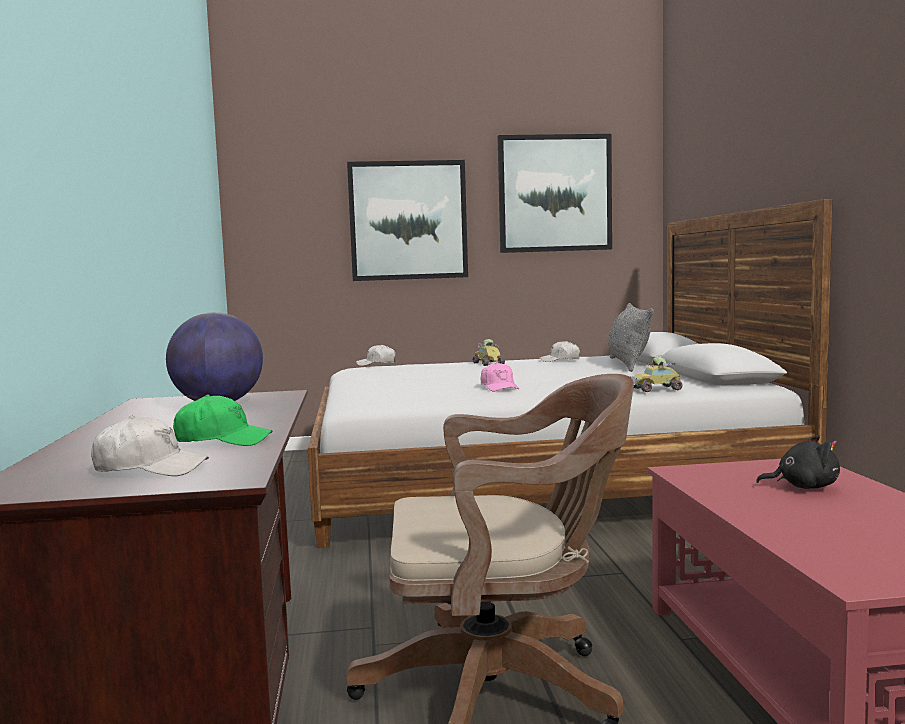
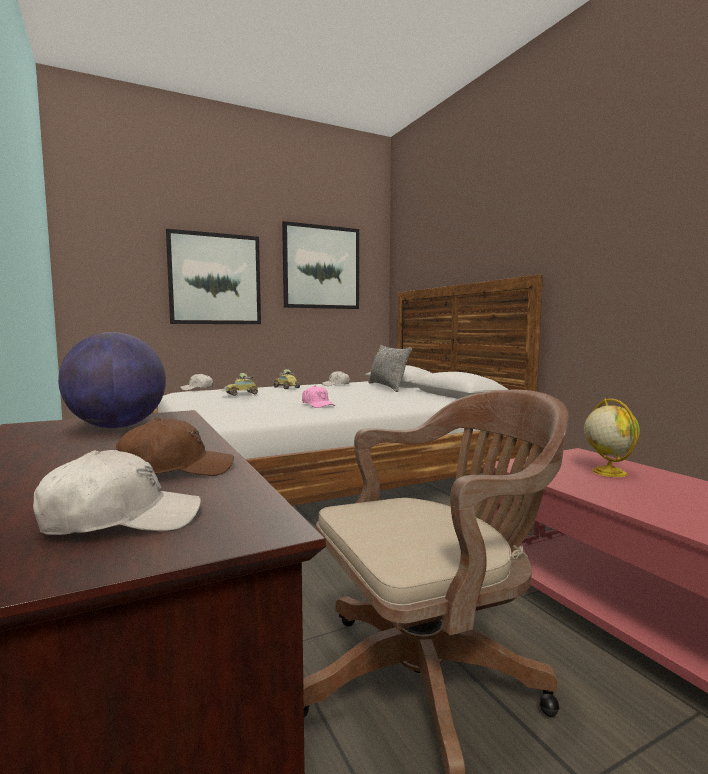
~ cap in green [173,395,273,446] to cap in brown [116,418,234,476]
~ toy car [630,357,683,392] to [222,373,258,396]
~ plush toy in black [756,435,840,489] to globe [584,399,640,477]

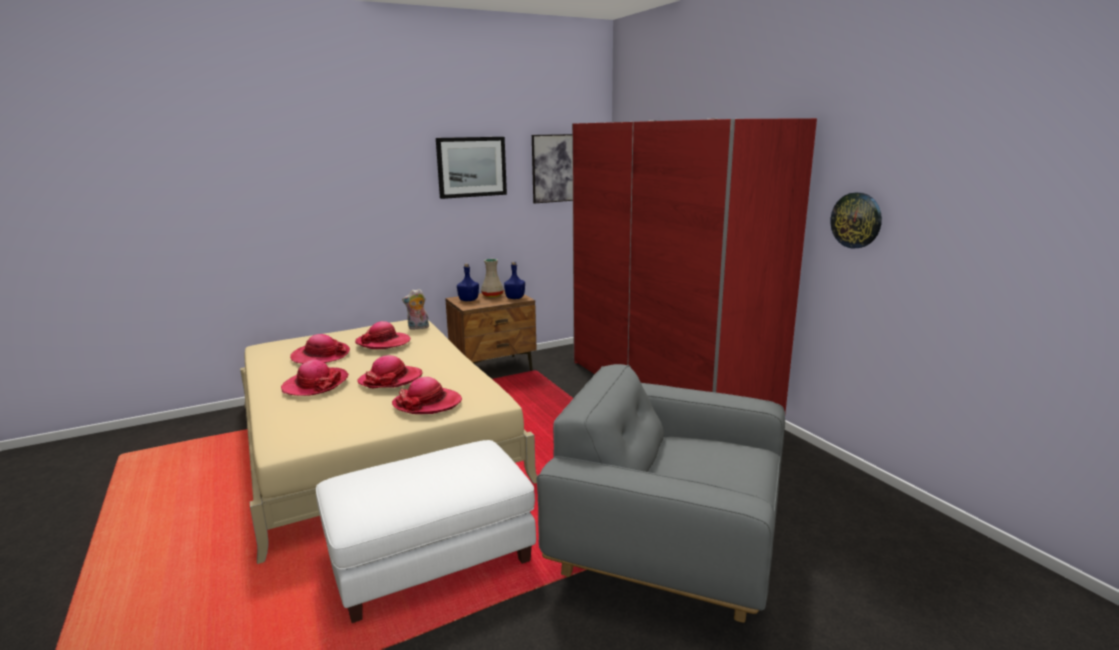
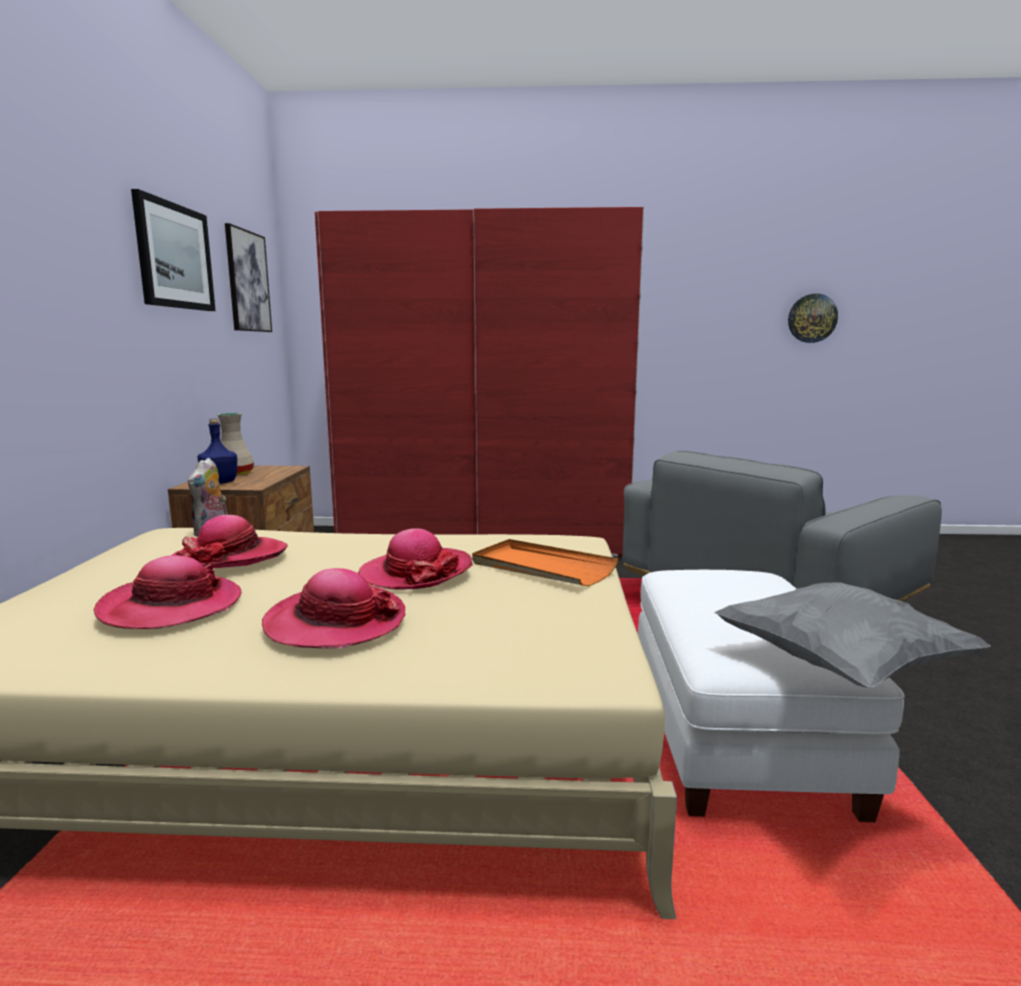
~ hat [392,377,462,414] to tray in orange [472,539,618,587]
+ pillow in grey [714,582,991,688]
~ wall clock [830,192,882,249] to [788,294,838,343]
- bottle in blue [504,262,525,299]

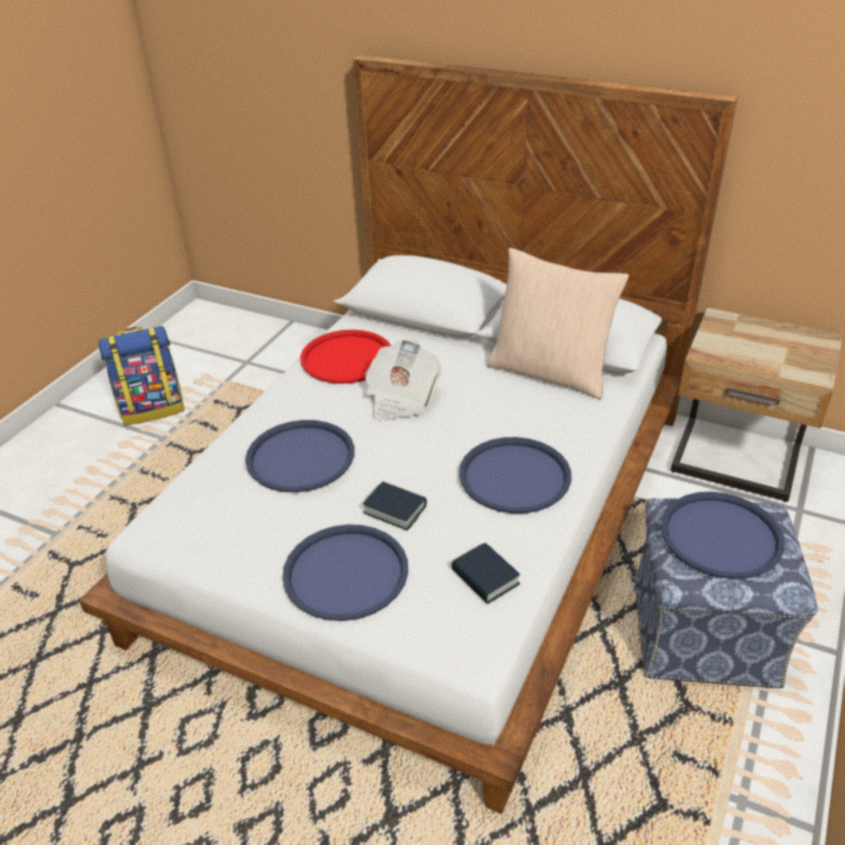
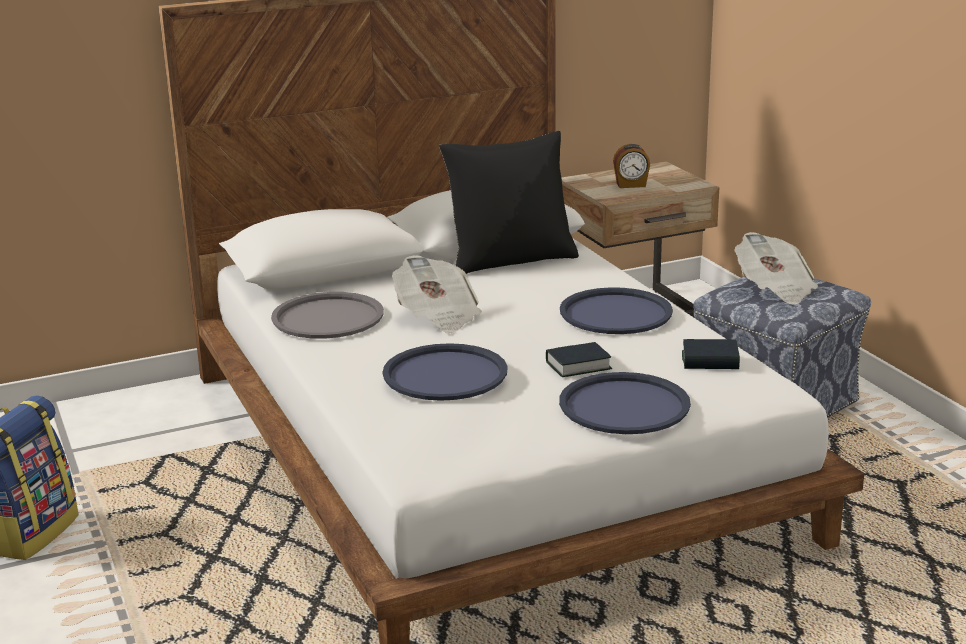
~ tray in red [300,330,391,384] to tray in grey [271,292,384,339]
~ pillow in beige [487,248,629,399] to pillow in black [439,131,579,274]
+ alarm clock [613,144,650,188]
~ tray in blue [661,492,785,579] to newspaper [734,232,818,305]

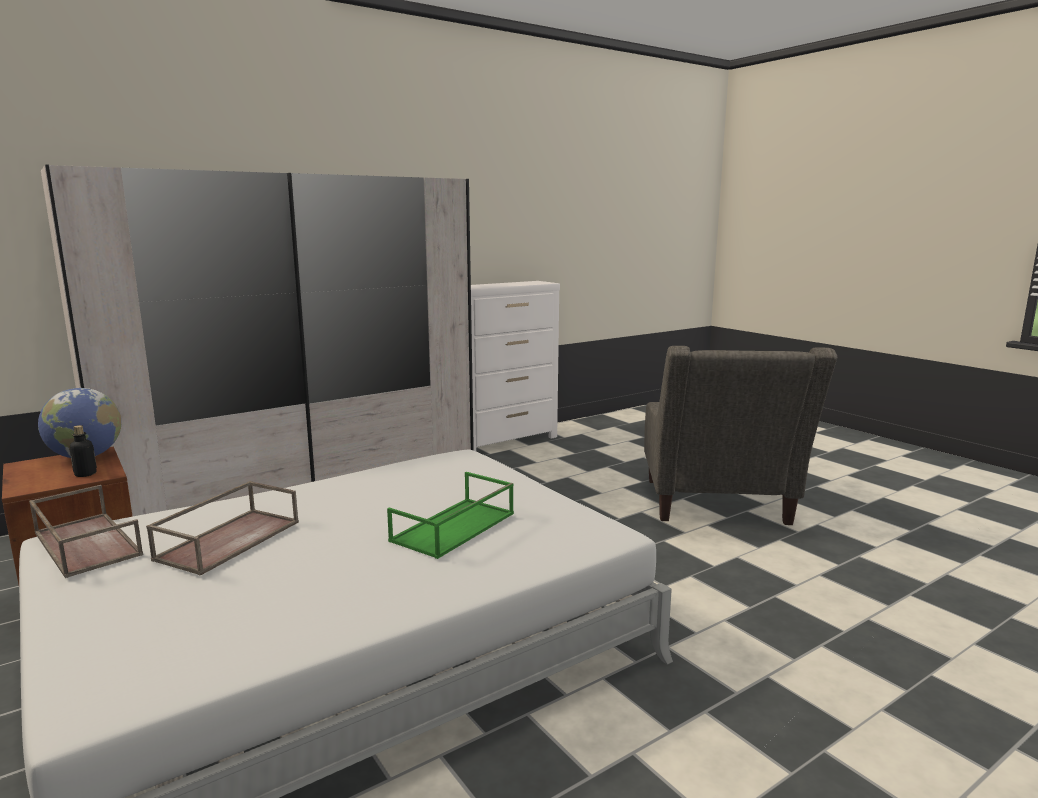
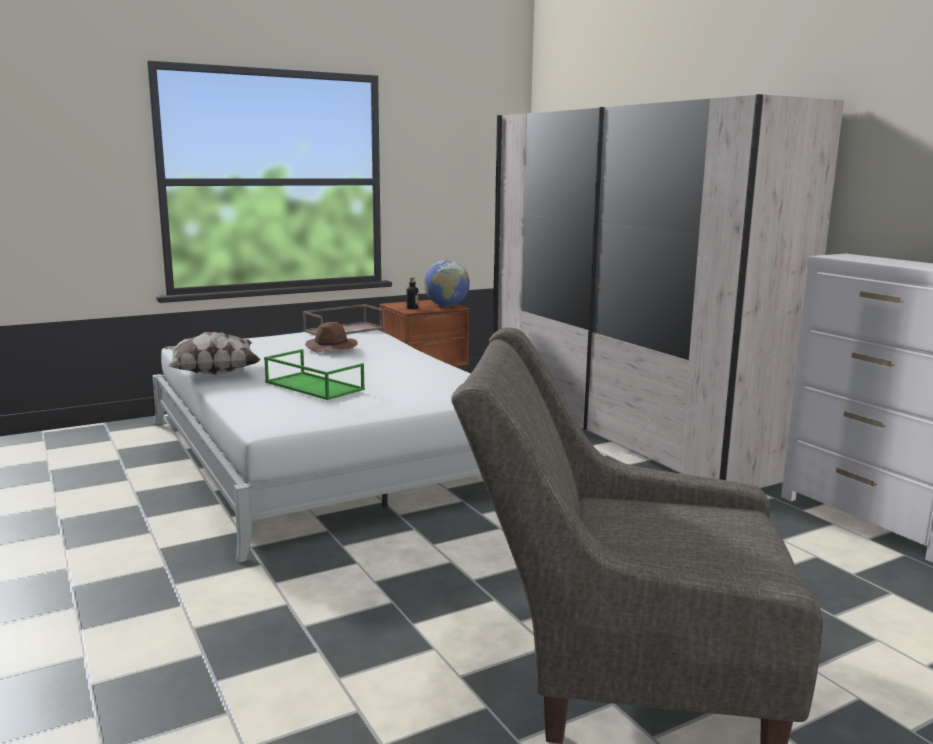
+ pillow [164,332,261,375]
~ tray in brown [146,481,299,576] to hat in brown [305,322,358,352]

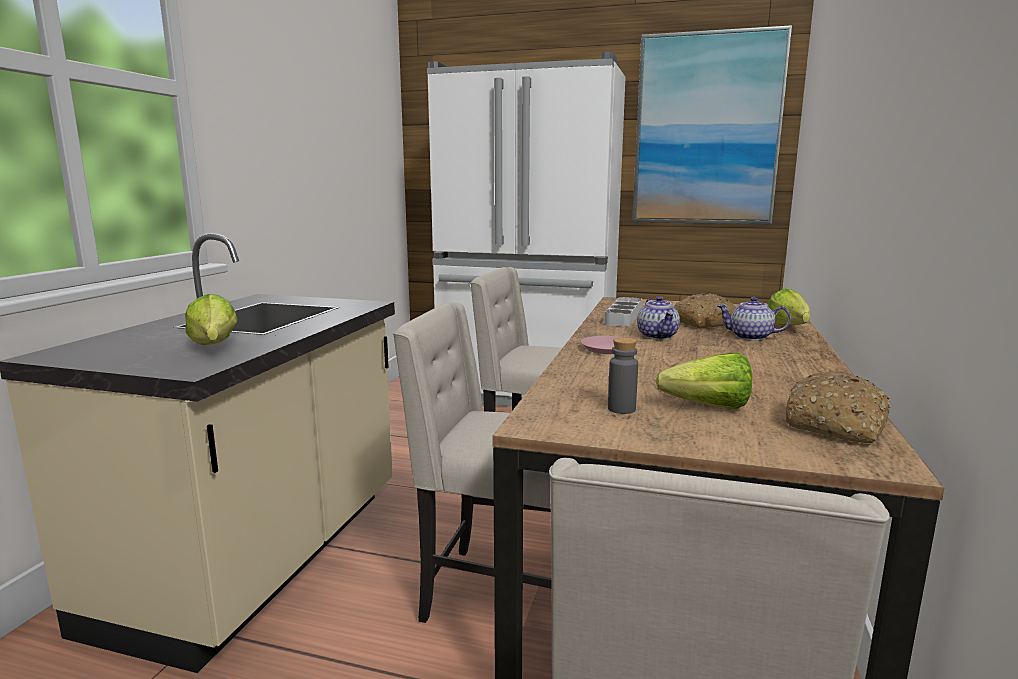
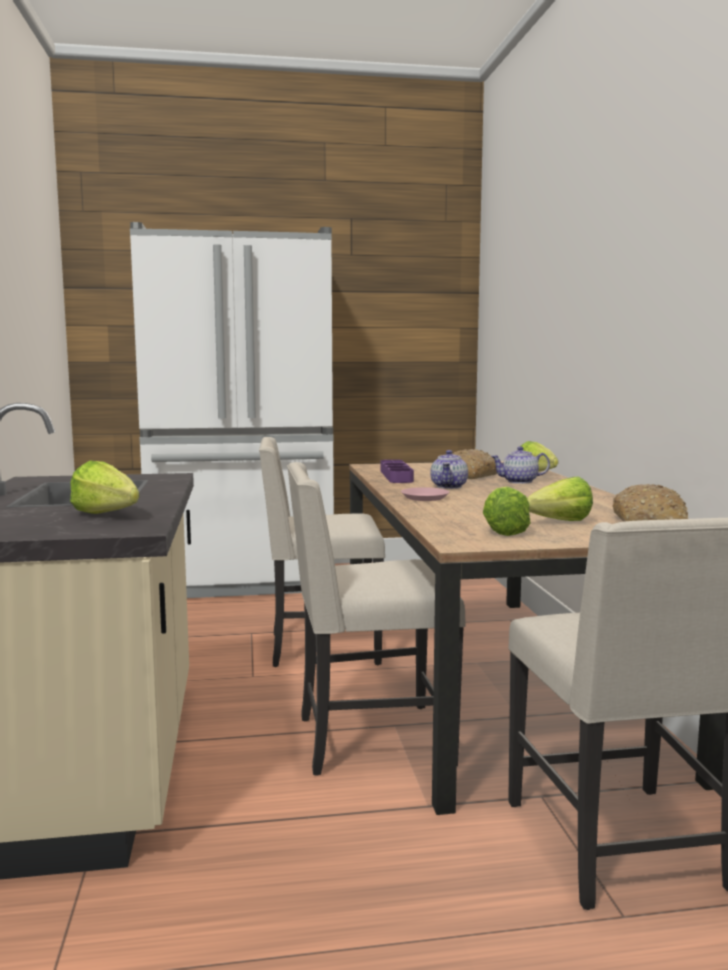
~ tray in grey [605,297,642,327] to tray in purple [381,460,414,483]
~ teapot [637,296,680,339] = [430,450,468,489] 45 degrees clockwise
~ bottle in grey [608,337,638,414] to lettuce [483,486,530,536]
- picture [632,25,792,224]

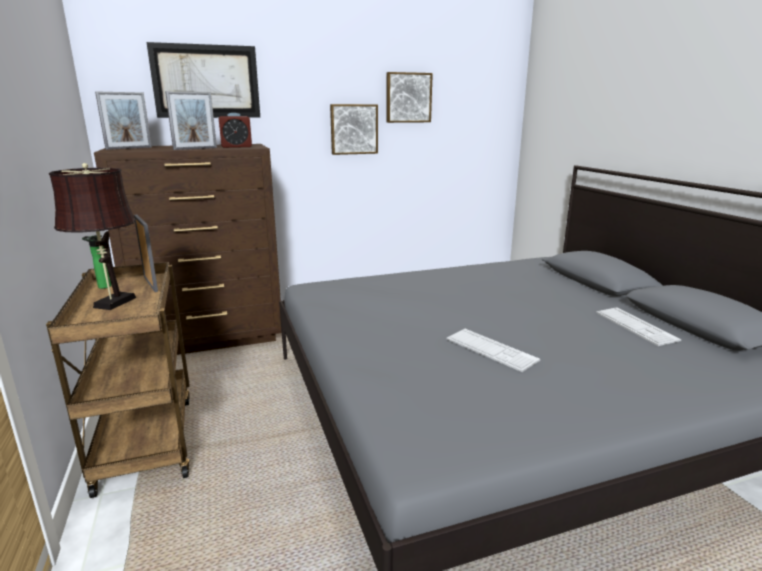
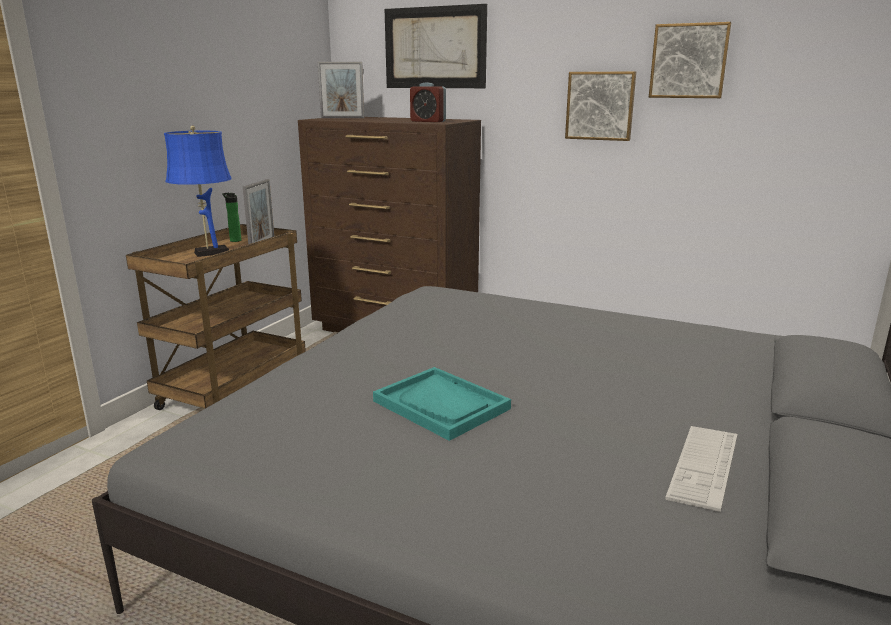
~ table lamp in brown [49,163,136,310] to table lamp in blue [164,126,231,257]
~ keyboard [447,329,540,372] to tray in turquoise [373,367,511,441]
- picture frame [165,91,217,150]

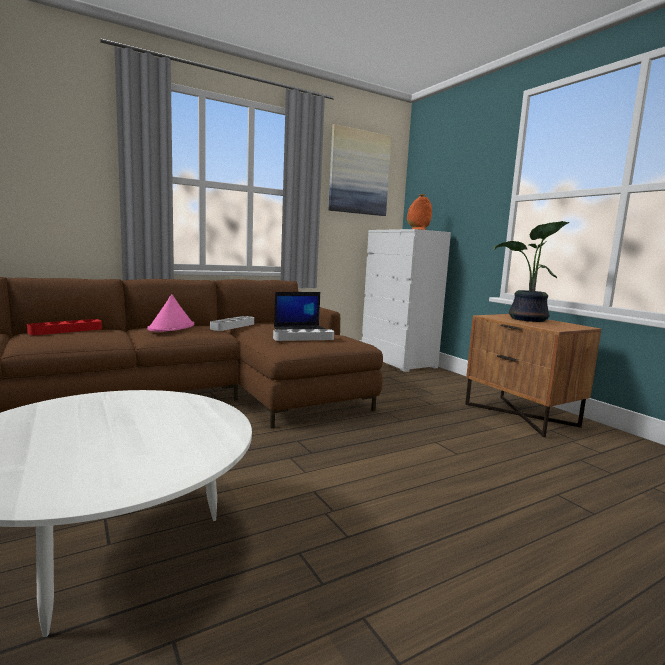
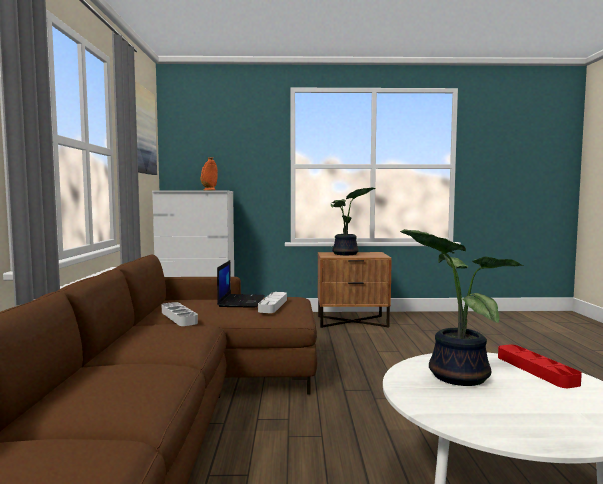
+ potted plant [400,229,524,386]
~ tray in red [27,319,102,335] to [498,345,582,388]
- hat in pink [147,294,194,332]

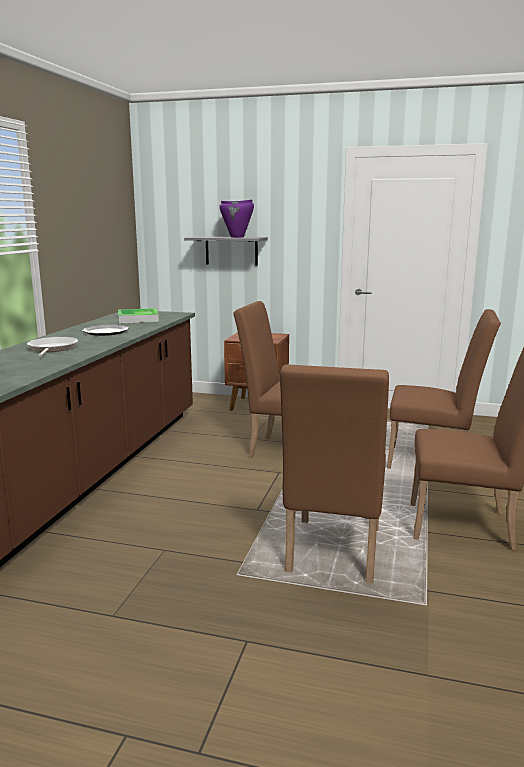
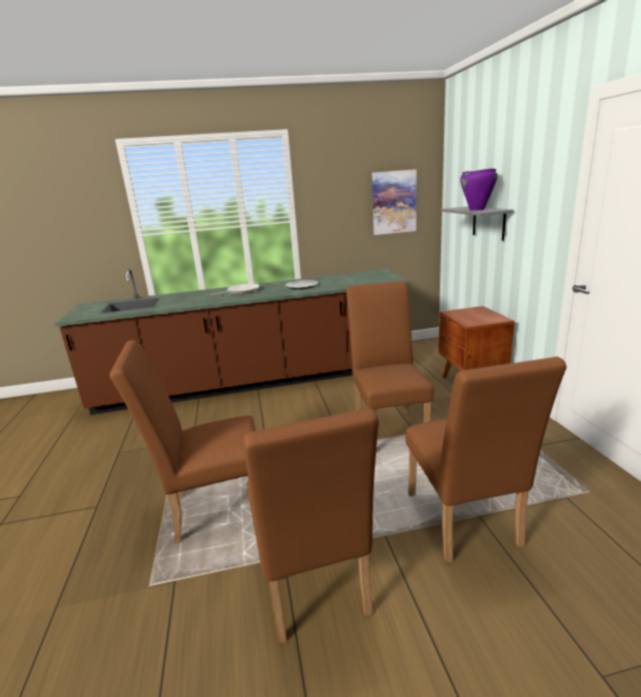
+ picture [372,169,417,235]
- tray [118,308,159,323]

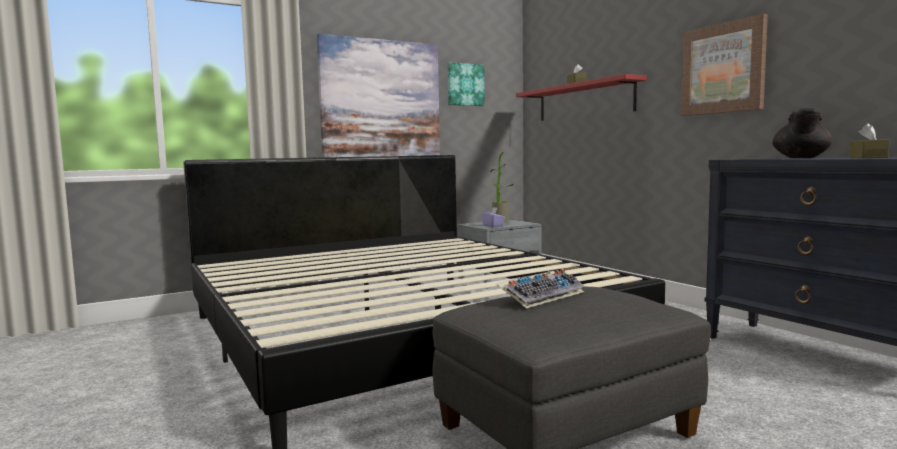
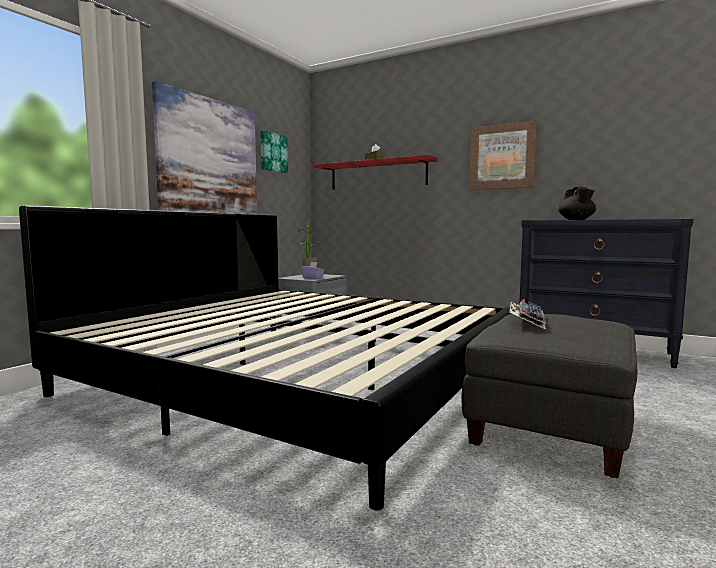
- tissue box in brown [849,123,890,158]

